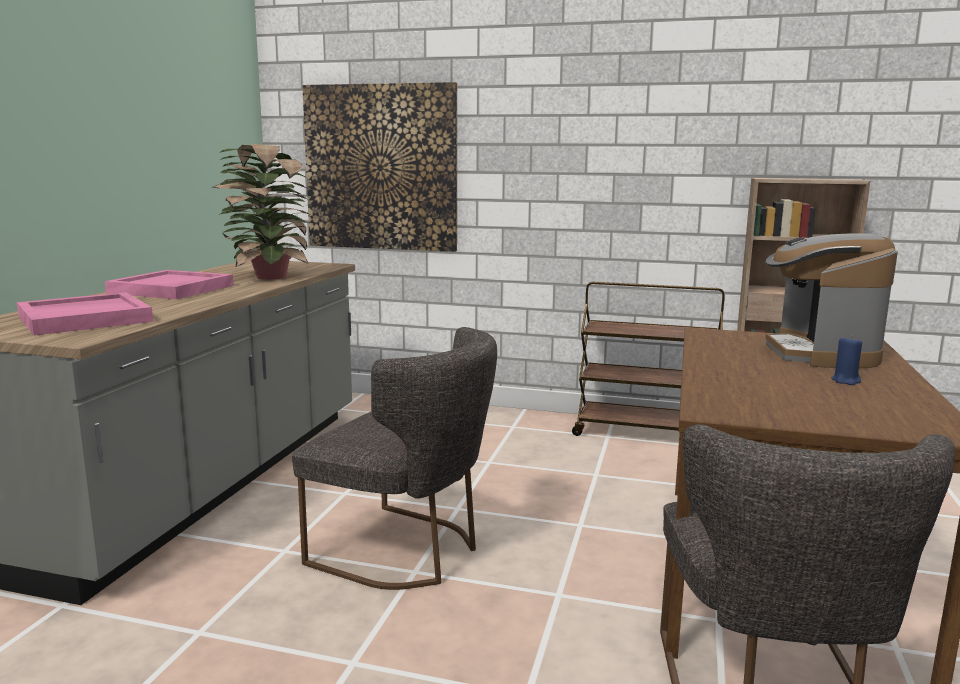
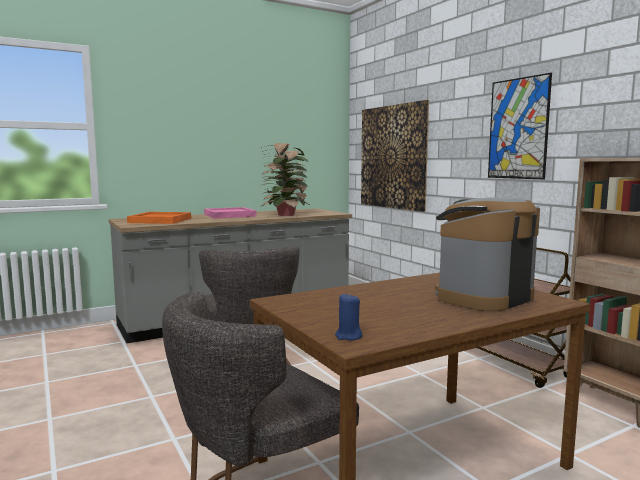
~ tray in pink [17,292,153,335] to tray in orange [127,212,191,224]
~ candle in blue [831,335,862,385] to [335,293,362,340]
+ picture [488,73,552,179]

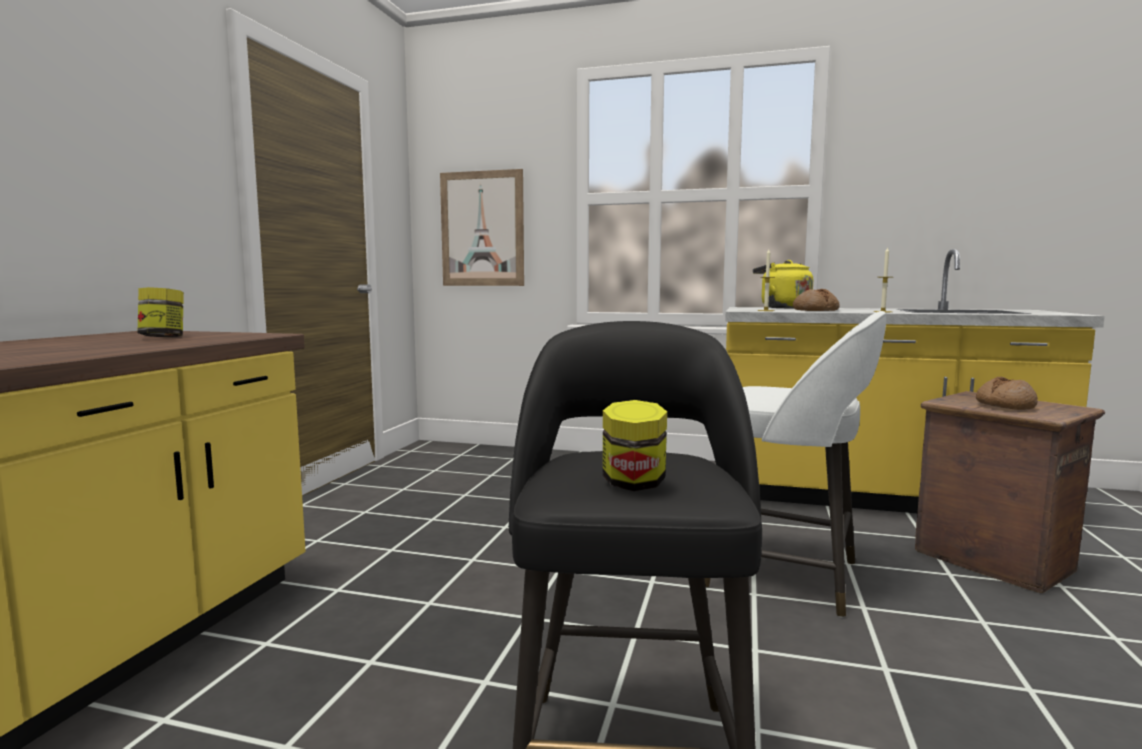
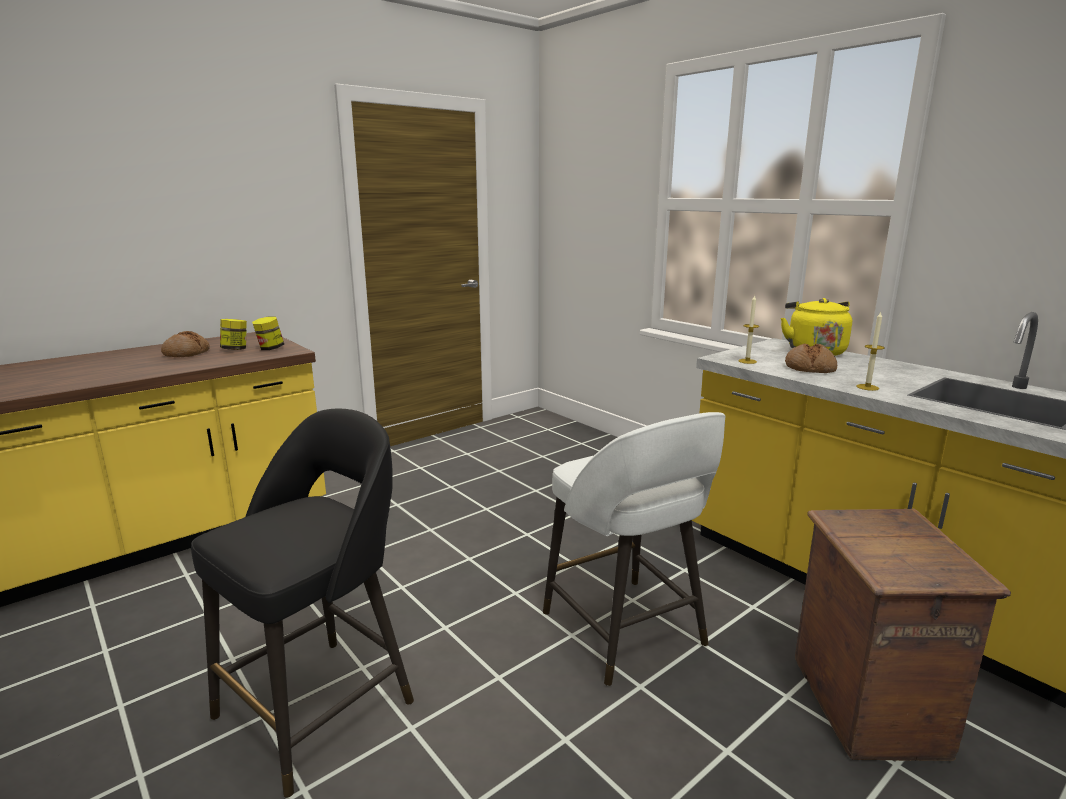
~ bread [976,377,1038,410] to [161,331,210,357]
~ jar [603,400,667,491] to [252,316,284,350]
- picture [440,169,524,286]

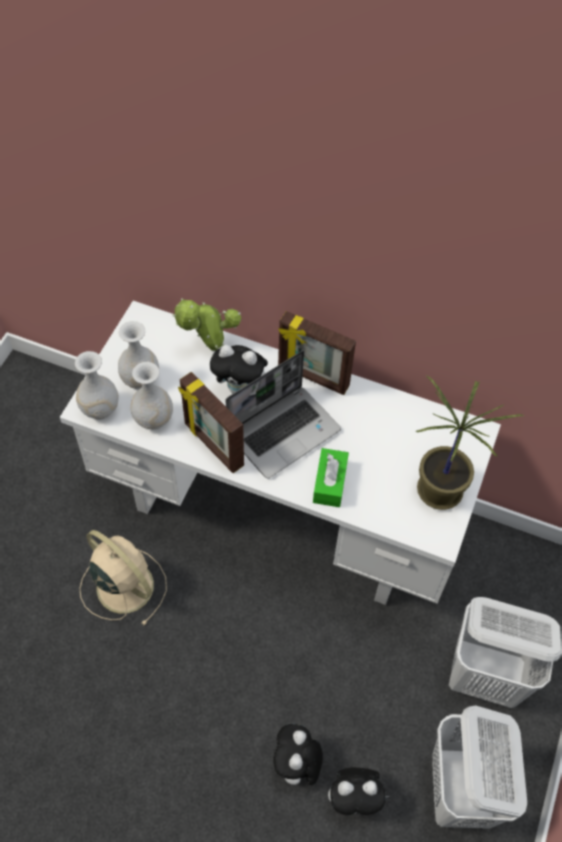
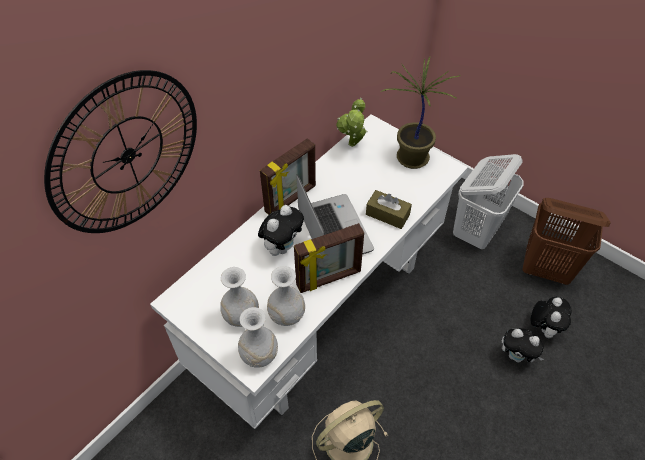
+ wall clock [44,70,197,233]
~ potted plant [173,298,241,351] to [336,98,368,147]
~ tissue box in green [313,448,349,507] to tissue box in brown [366,190,412,229]
~ laundry basket in white [432,705,527,829] to laundry basket in brown [522,198,611,285]

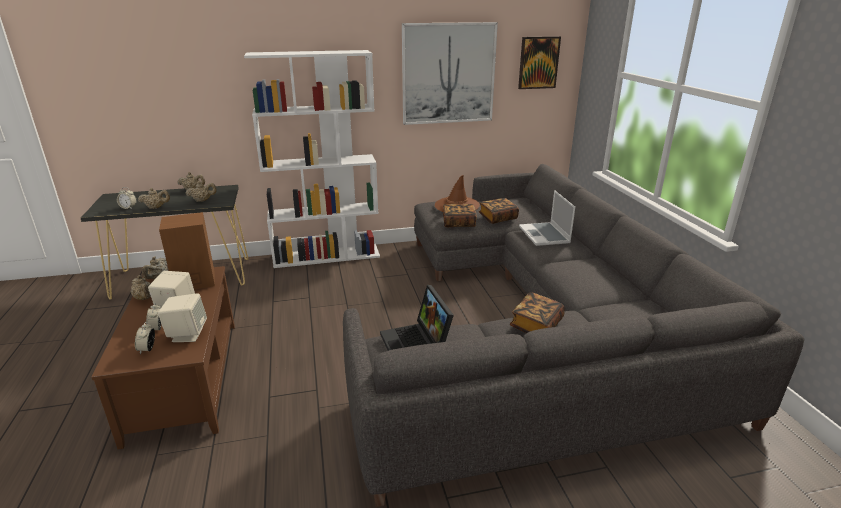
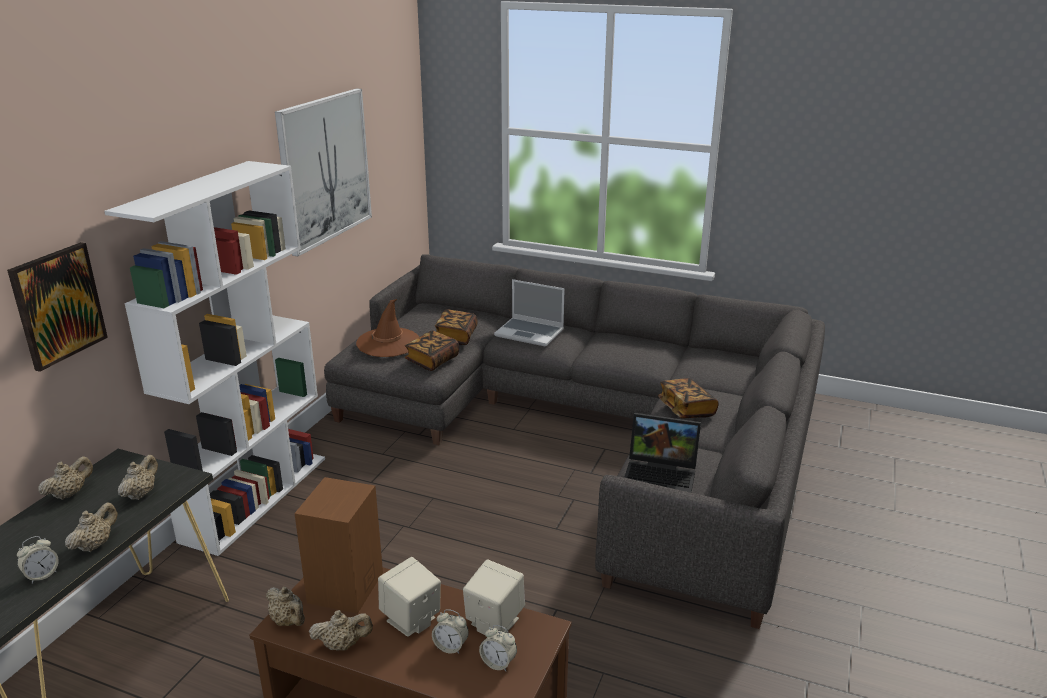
~ picture [518,36,561,89] to [7,242,108,372]

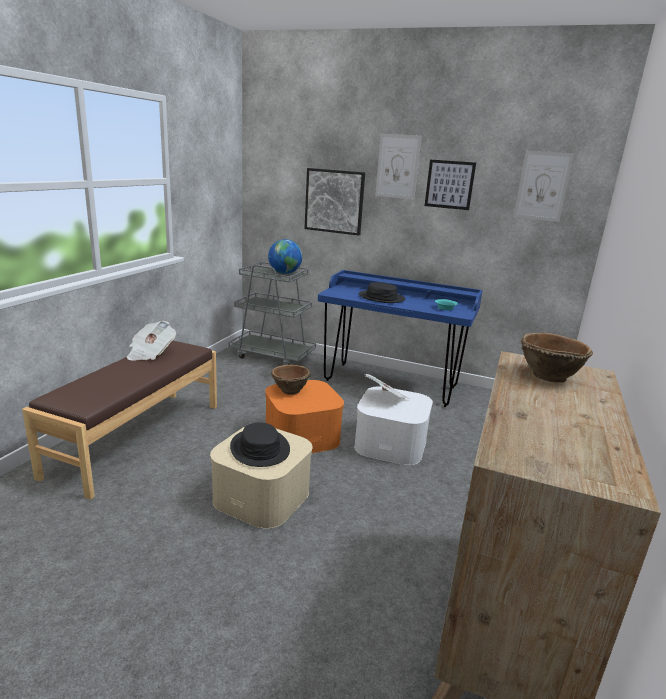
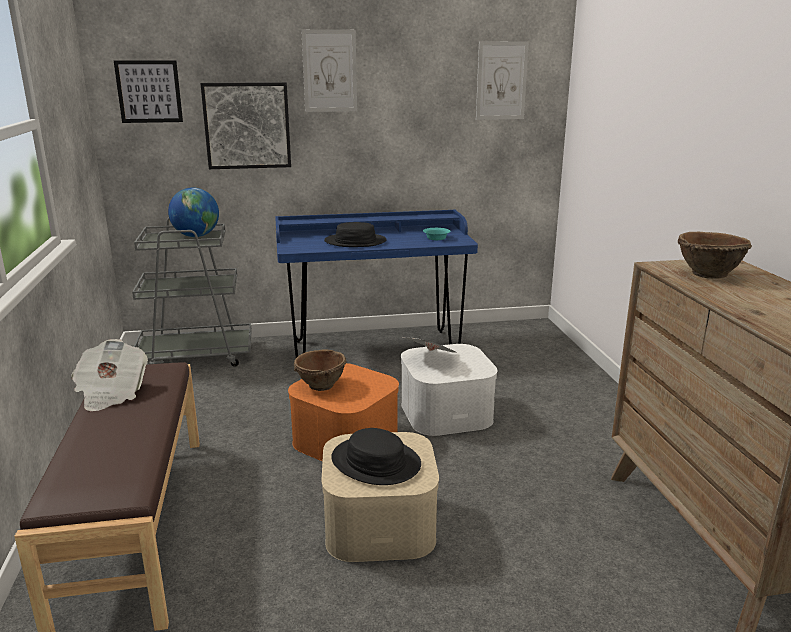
~ picture [424,160,476,210] to [114,60,183,123]

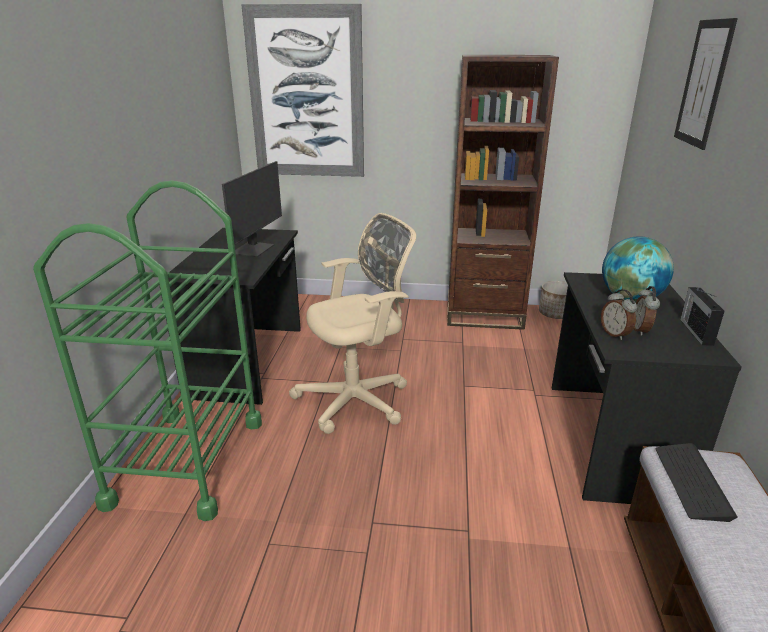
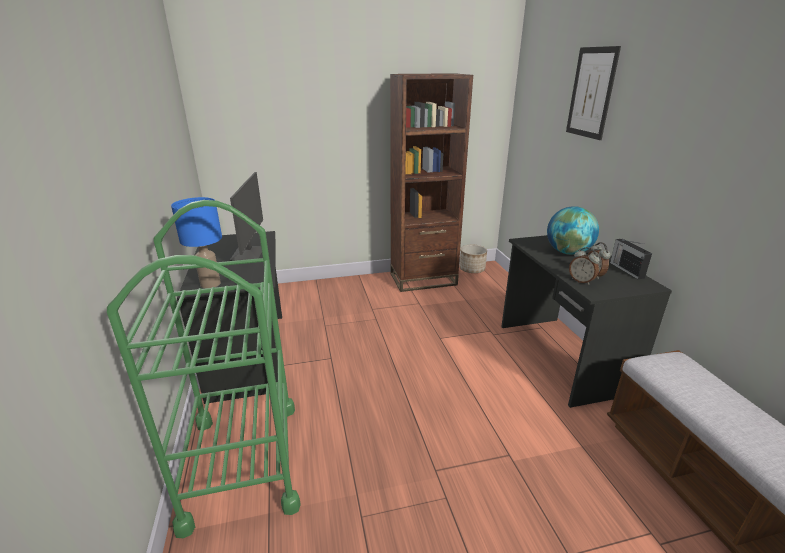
+ table lamp in blue [171,197,222,288]
- picture [241,4,364,177]
- office chair in beige [289,213,416,434]
- keyboard [656,443,738,522]

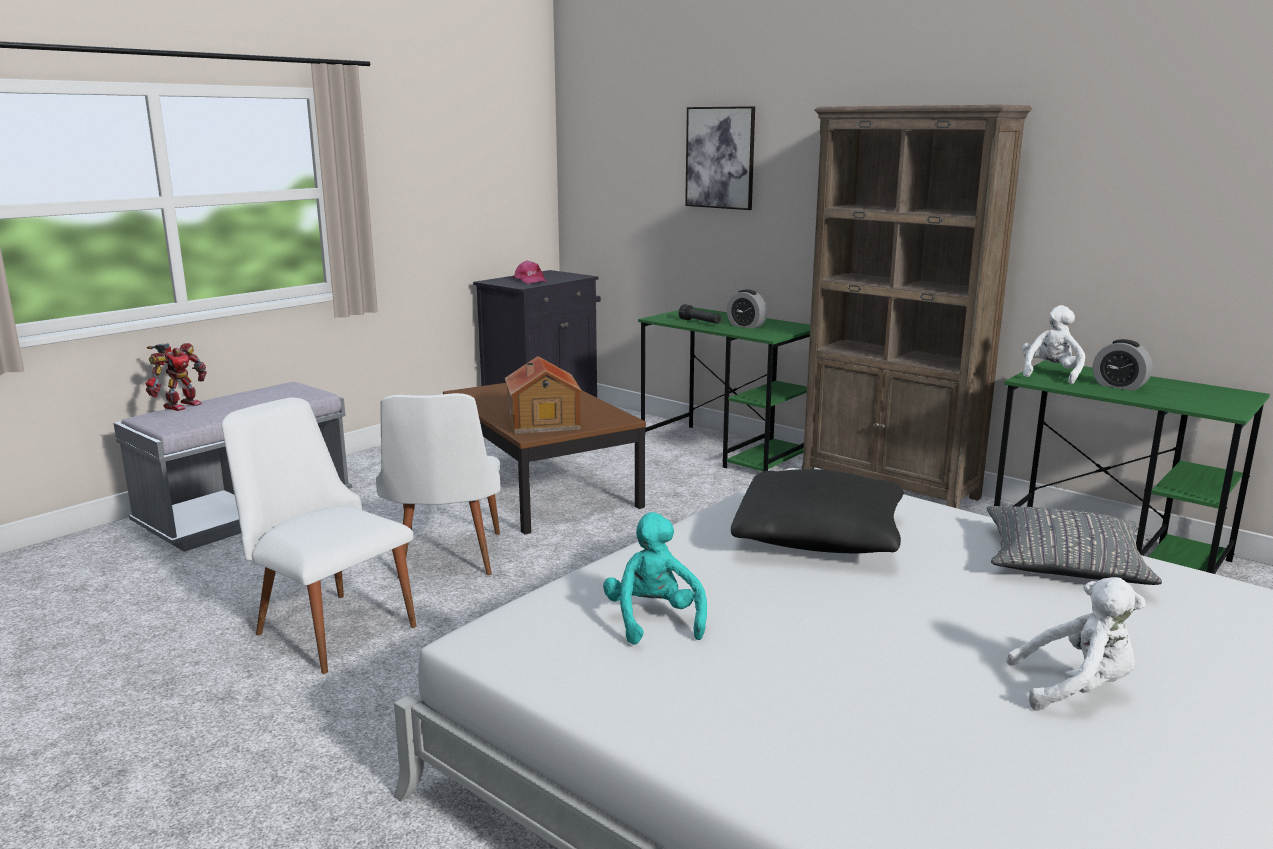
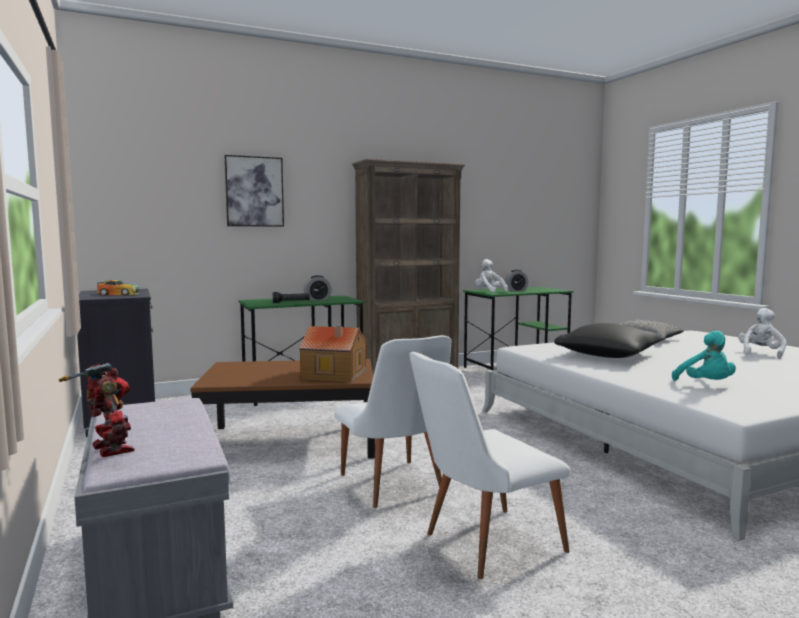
~ cap in pink [513,260,547,284] to toy car [97,279,139,296]
~ chair in white [376,393,501,579] = [334,335,451,508] 45 degrees clockwise
~ plush toy in turquoise [603,512,707,645] = [672,331,736,381] 120 degrees counterclockwise

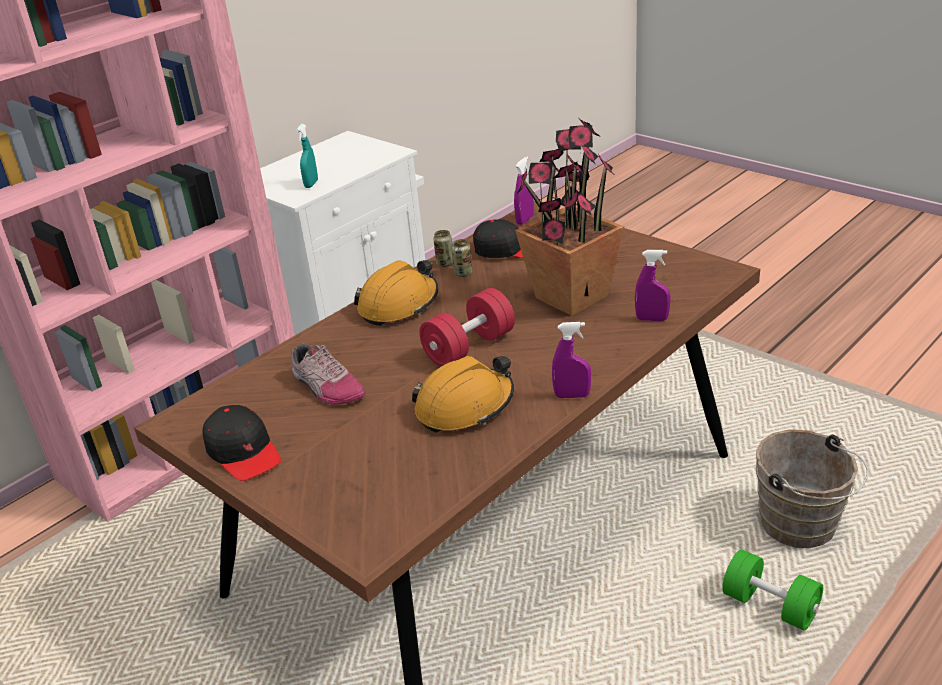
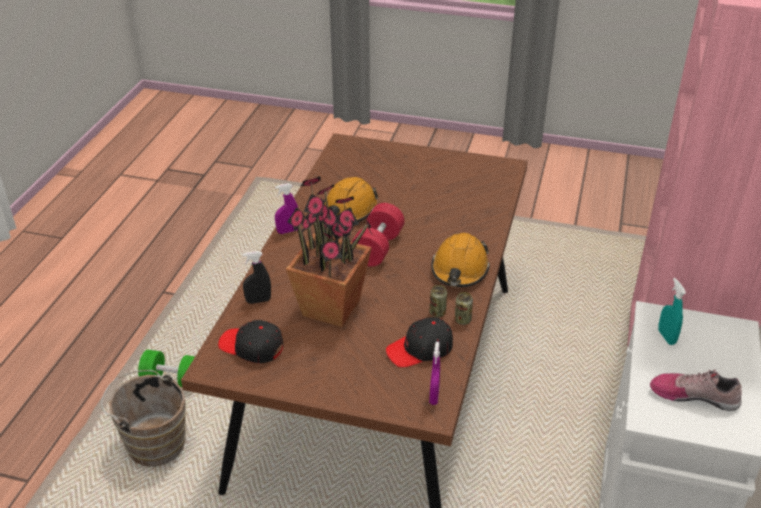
~ cap in black [202,405,281,481] to [218,320,284,363]
~ spray bottle in purple [635,250,671,321] to spray bottle in black [243,251,271,304]
~ shoe [291,343,365,405] to [650,369,742,411]

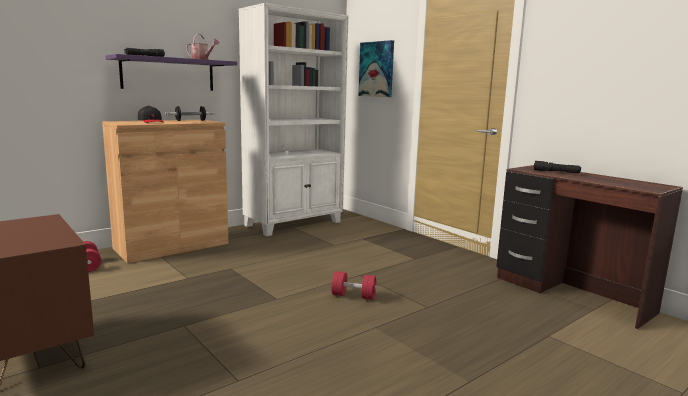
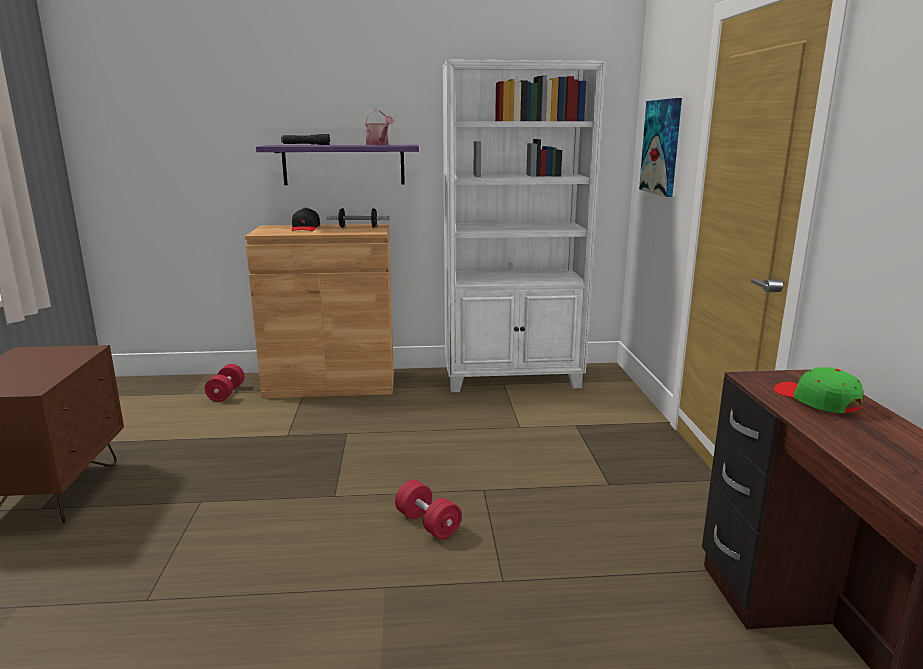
~ flashlight in black [534,161,581,173] to cap in green [773,367,863,413]

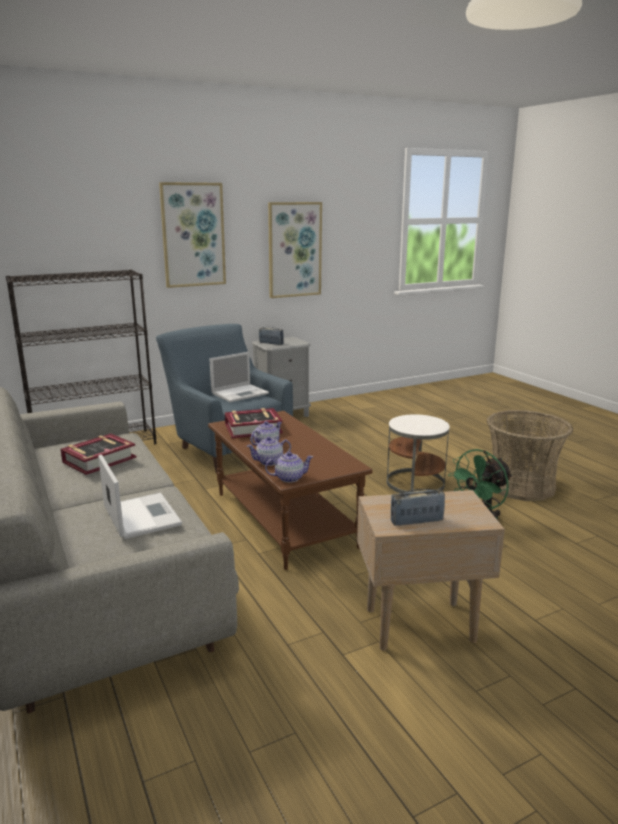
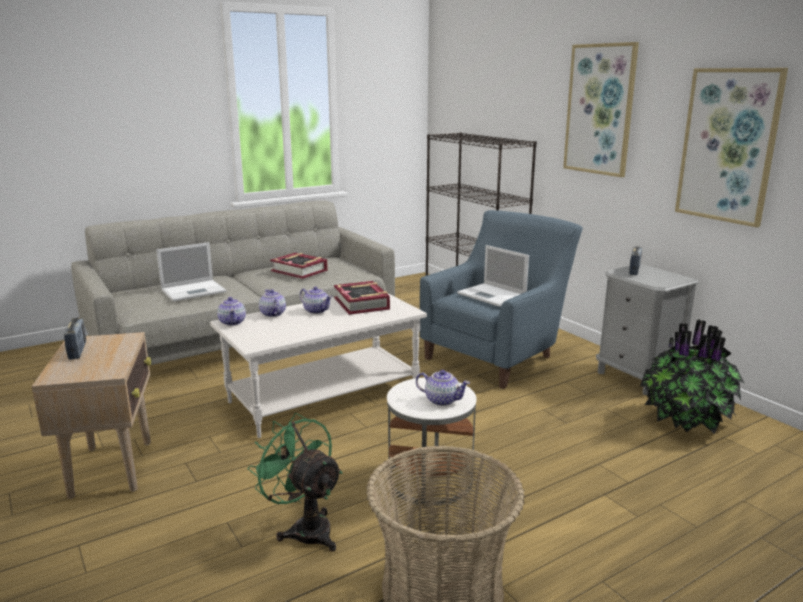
~ coffee table in brown [208,411,372,570] to coffee table in white [210,294,427,438]
+ teapot [416,370,470,406]
+ potted plant [640,320,745,434]

